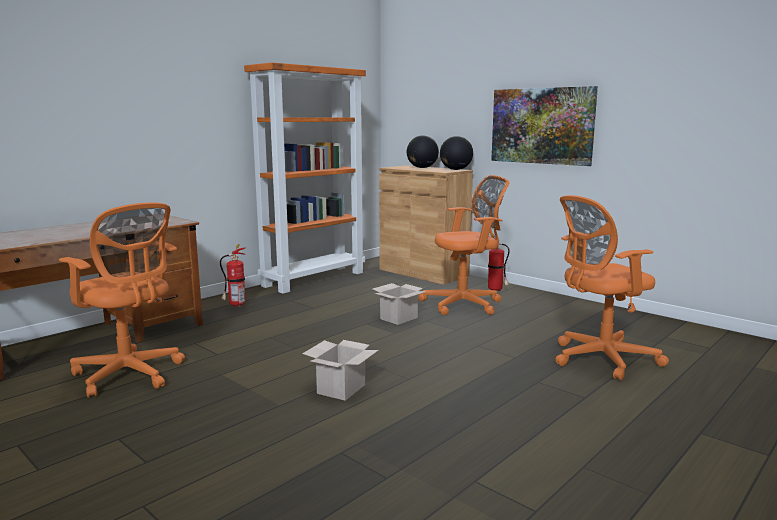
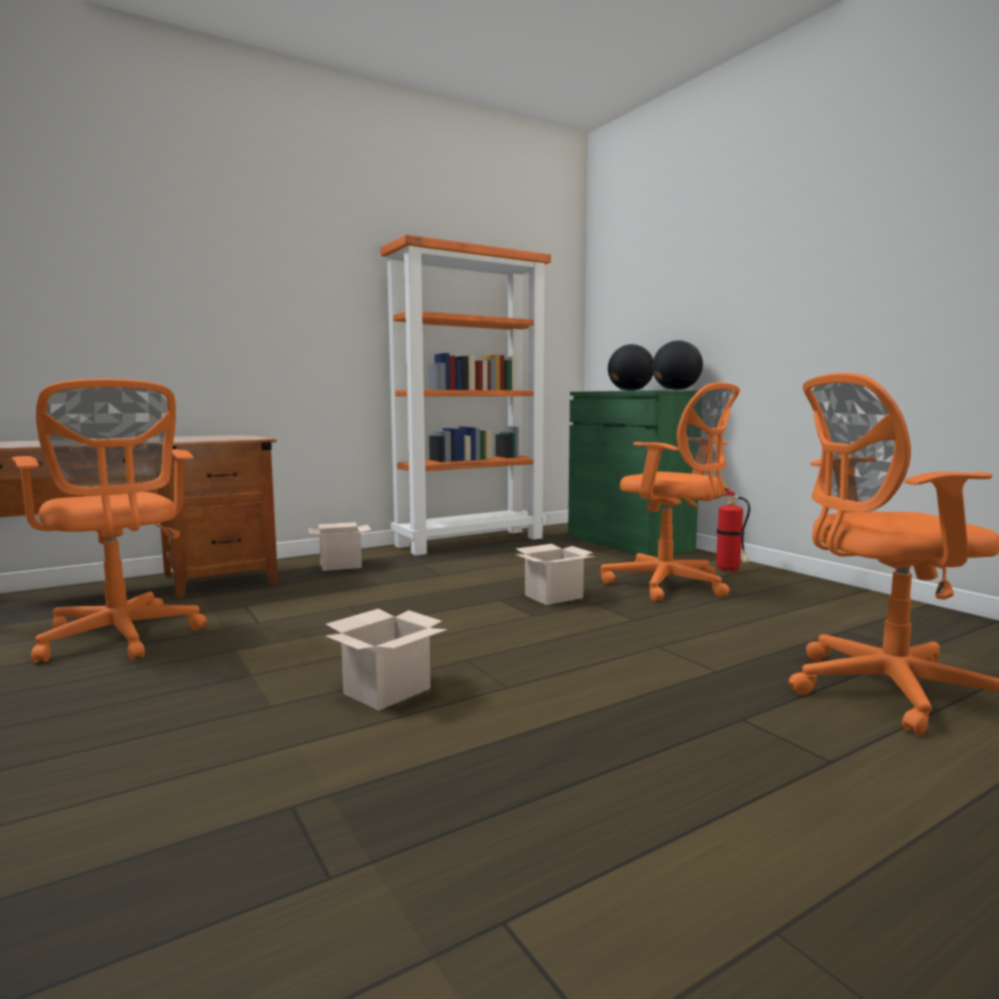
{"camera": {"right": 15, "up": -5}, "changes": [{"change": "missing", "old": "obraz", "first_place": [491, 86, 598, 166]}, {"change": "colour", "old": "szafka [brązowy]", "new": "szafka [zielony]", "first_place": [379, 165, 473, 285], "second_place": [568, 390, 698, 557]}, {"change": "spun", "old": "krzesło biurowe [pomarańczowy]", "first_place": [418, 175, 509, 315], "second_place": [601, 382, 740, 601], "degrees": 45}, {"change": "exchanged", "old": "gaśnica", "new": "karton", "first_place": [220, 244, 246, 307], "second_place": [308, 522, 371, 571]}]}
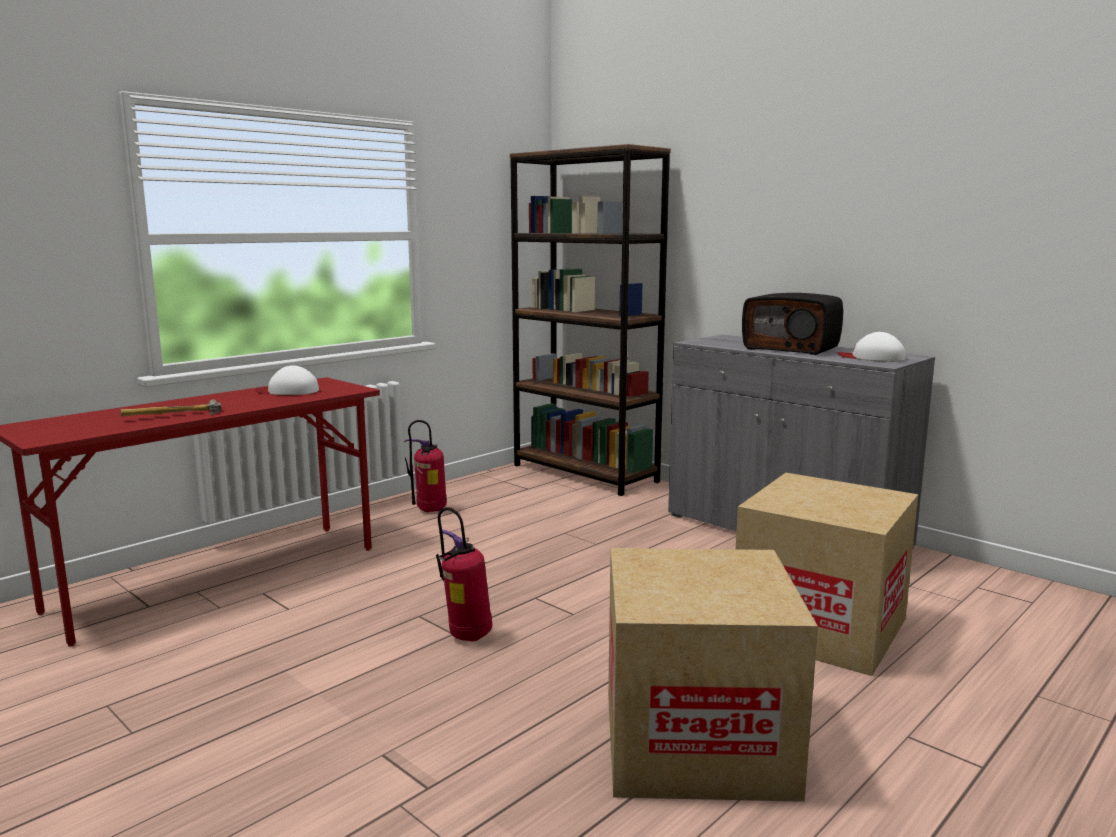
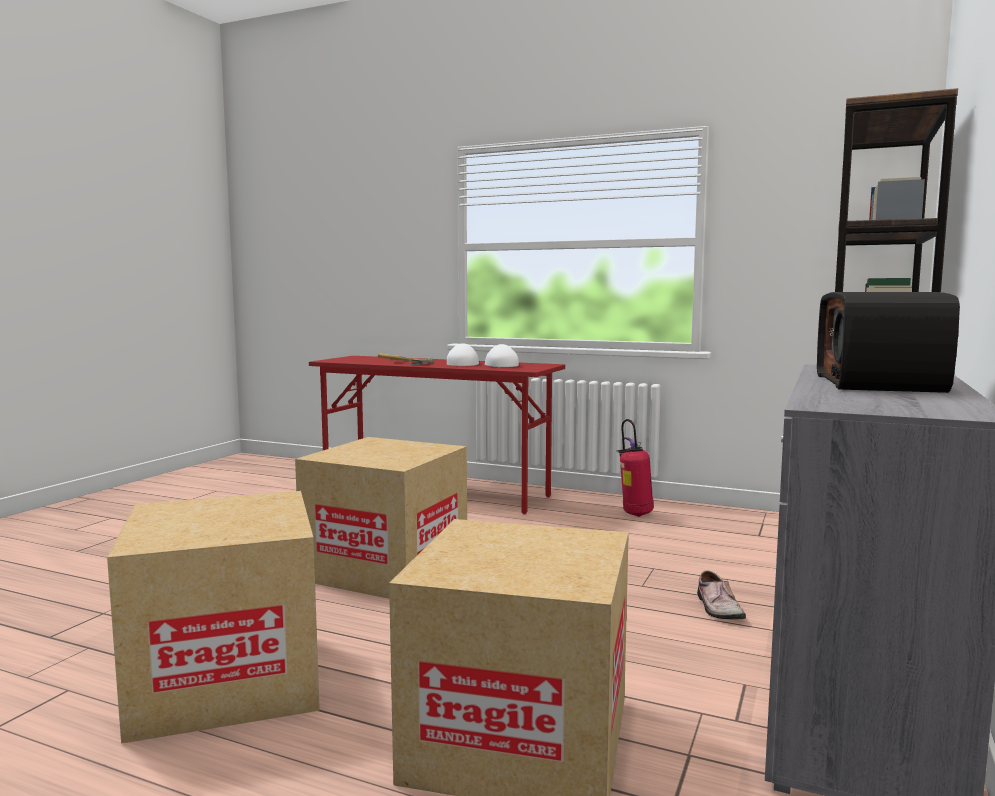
{"camera": {"right": 70, "up": -5}, "changes": [{"change": "relocated", "old": "czapka z daszkiem [biały]", "first_place": [837, 332, 905, 362], "second_place": [447, 343, 479, 366]}, {"change": "exchanged", "old": "gaśnica", "new": "karton", "first_place": [436, 507, 492, 641], "second_place": [295, 437, 467, 599]}, {"change": "appeared", "new": "but", "second_place": [697, 570, 746, 619]}]}
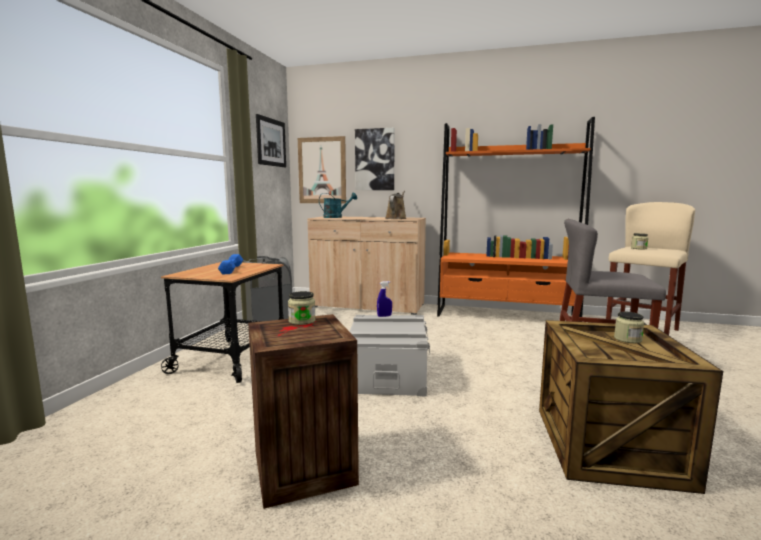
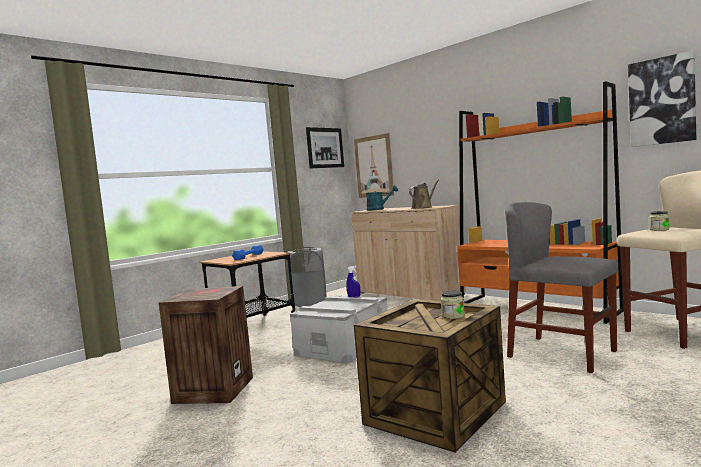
{"camera": {"right": 30, "up": -5}, "changes": [{"change": "relocated", "old": "obraz", "first_place": [355, 128, 395, 190], "second_place": [628, 51, 696, 147]}, {"change": "missing", "old": "słoik", "first_place": [288, 291, 316, 325]}]}
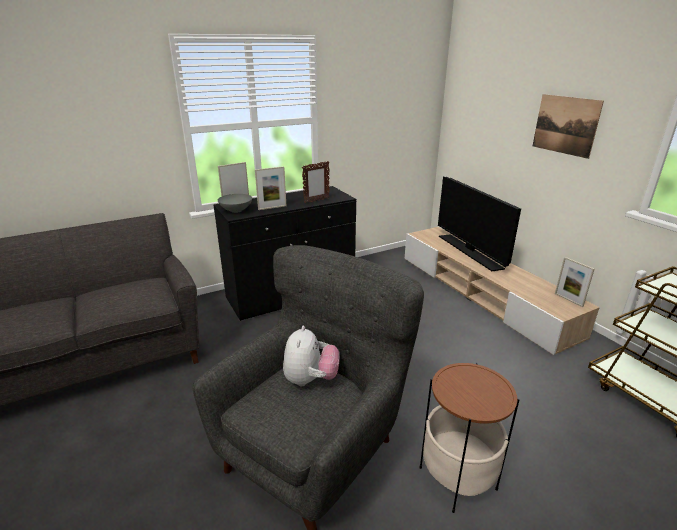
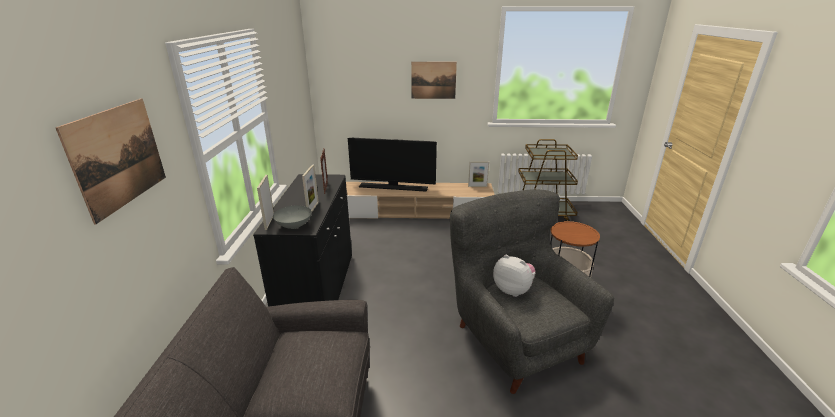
{"camera": {"right": -60, "up": 0}, "changes": [{"change": "appeared", "new": "obraz", "second_place": [56, 98, 166, 224]}]}
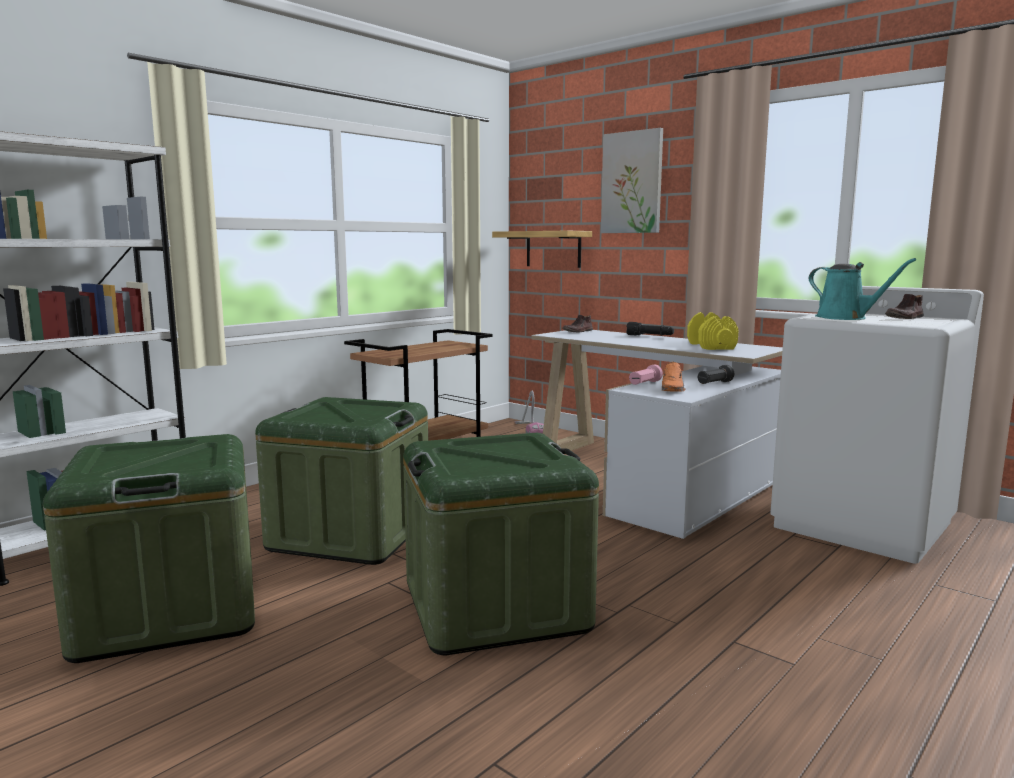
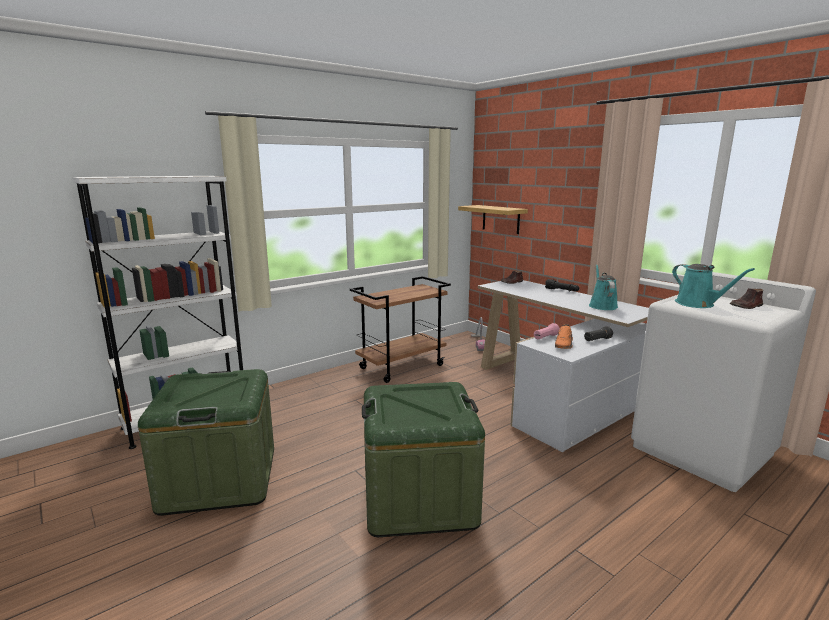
{"camera": {"right": 10, "up": 5}, "changes": [{"change": "missing", "old": "obraz", "first_place": [601, 128, 663, 233]}, {"change": "exchanged", "old": "hantel [żółty]", "new": "konewka [turkusowy]", "first_place": [687, 312, 738, 350], "second_place": [589, 264, 618, 310]}, {"change": "missing", "old": "pojemnik do przechowywania [zielony]", "first_place": [255, 397, 428, 565]}]}
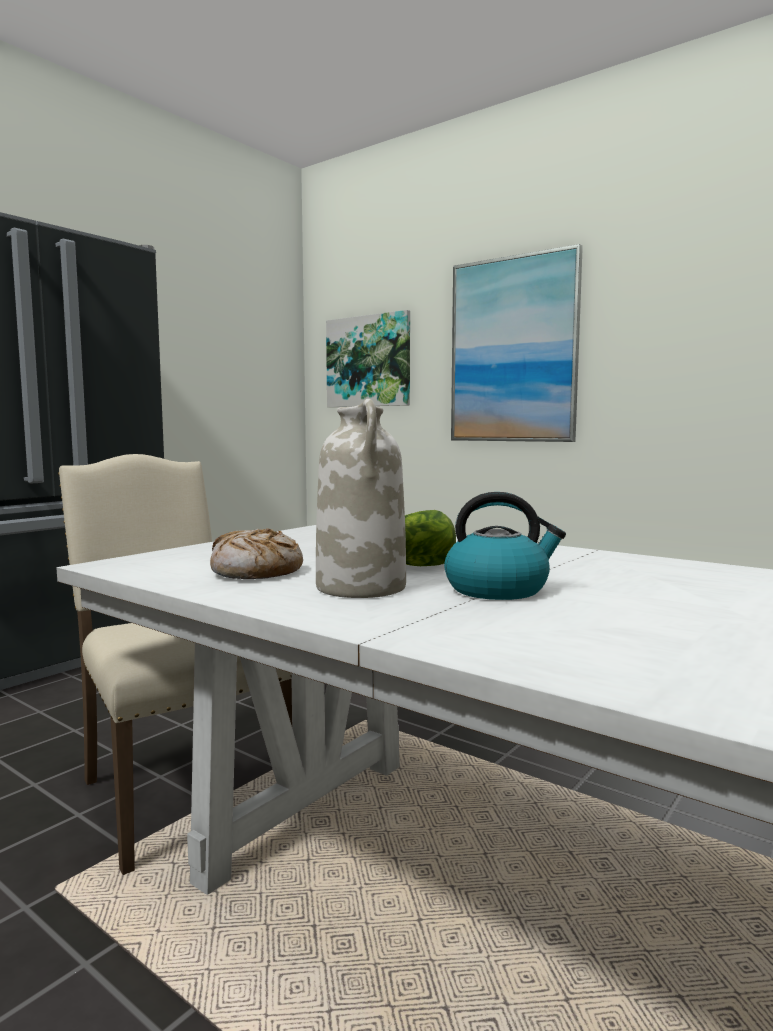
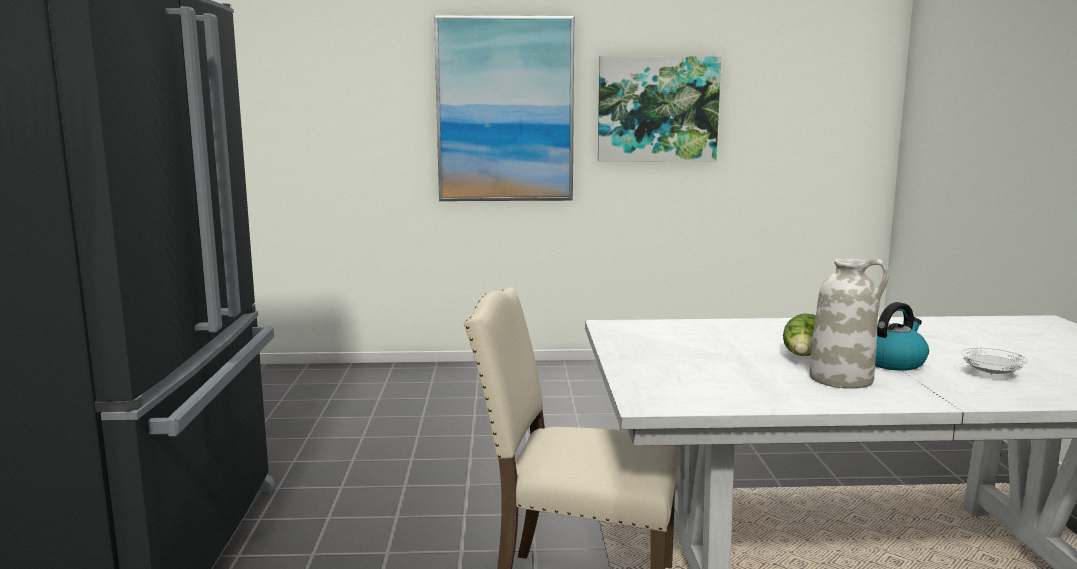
{"camera": {"right": -40, "up": 5}, "changes": [{"change": "relocated", "old": "obraz", "first_place": [326, 310, 410, 407], "second_place": [598, 56, 721, 162]}, {"change": "missing", "old": "chleb", "first_place": [210, 528, 303, 579]}, {"change": "appeared", "new": "talerz [biały]", "second_place": [961, 348, 1028, 375]}]}
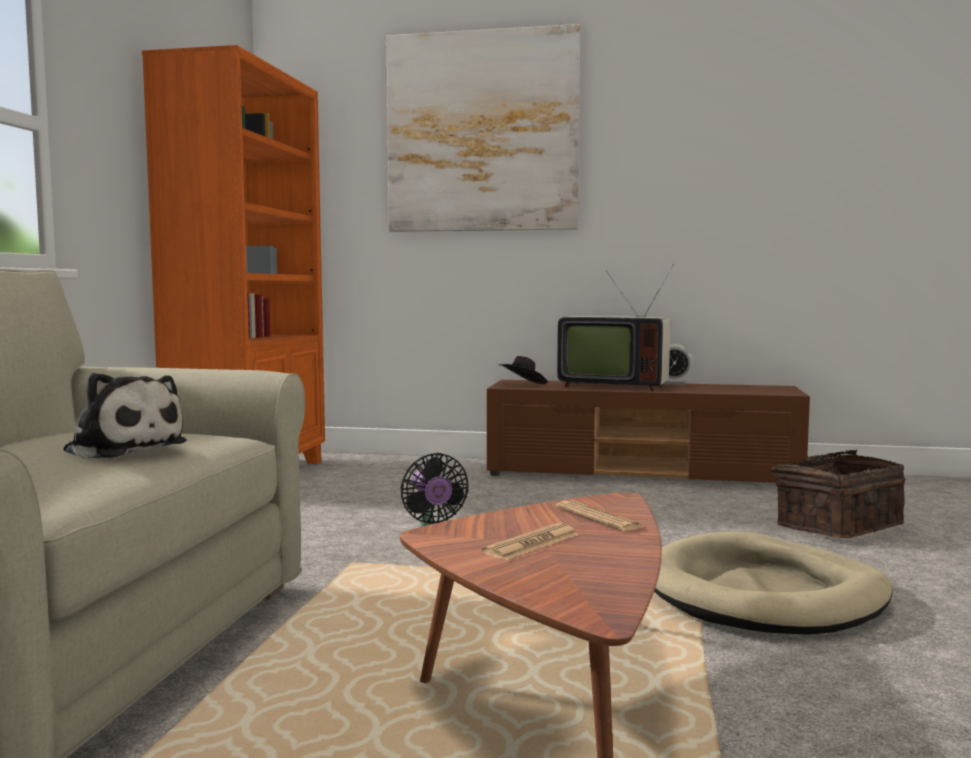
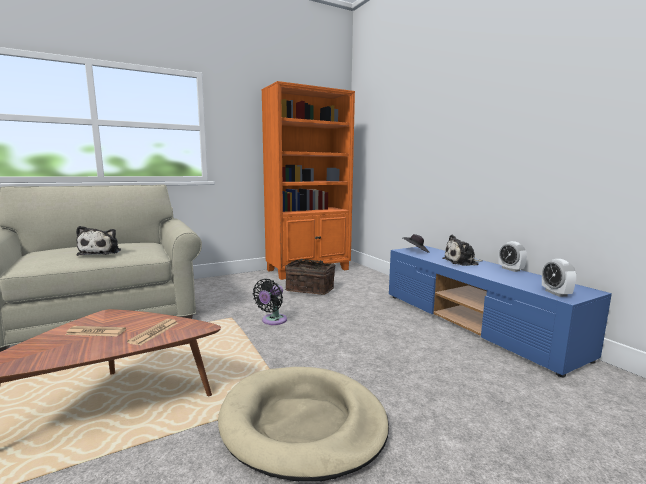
{"camera": {"right": 50, "up": 5}, "changes": [{"change": "missing", "old": "obraz", "first_place": [387, 24, 580, 232]}, {"change": "exchanged", "old": "telewizor", "new": "pluszak", "first_place": [557, 265, 673, 391], "second_place": [442, 235, 483, 266]}, {"change": "colour", "old": "szafka pod telewizor [brązowy]", "new": "szafka pod telewizor [niebieski]", "first_place": [487, 380, 810, 483], "second_place": [389, 246, 612, 377]}, {"change": "relocated", "old": "koszyk", "first_place": [760, 450, 905, 539], "second_place": [285, 258, 335, 295]}, {"change": "appeared", "new": "budzik", "second_place": [542, 259, 576, 297]}]}
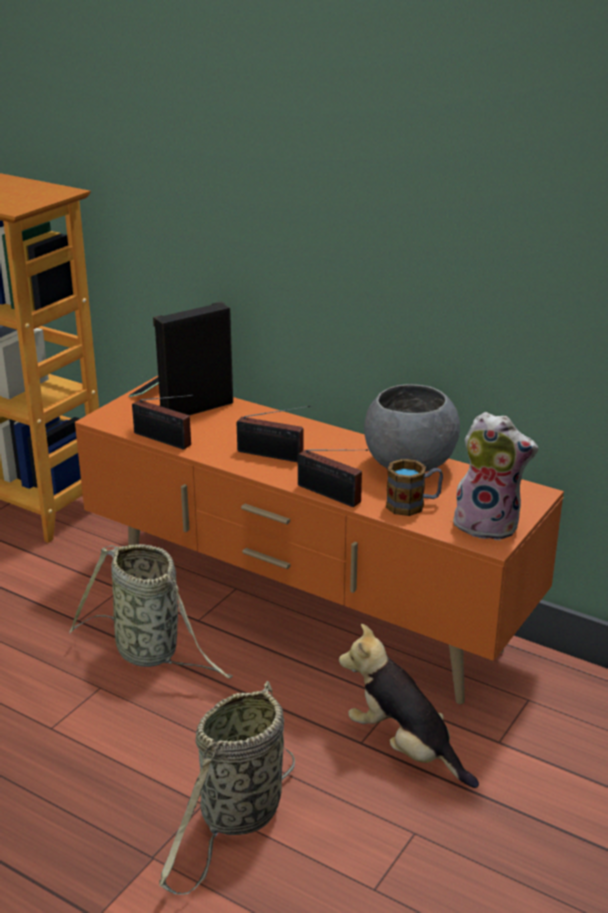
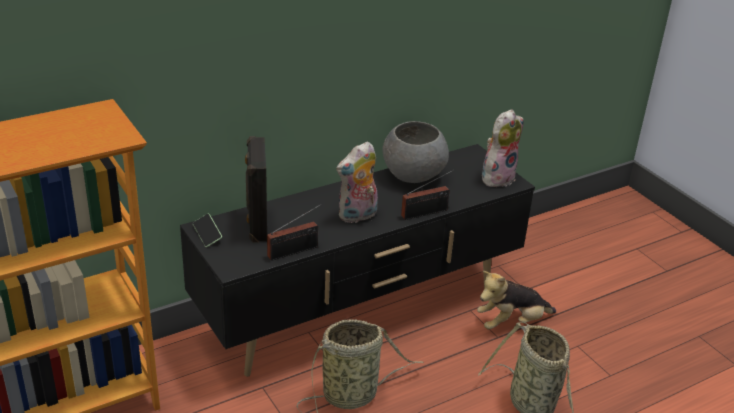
{"camera": {"right": -65, "up": 5}, "changes": [{"change": "colour", "old": "szafka pod telewizor [pomarańczowy]", "new": "szafka pod telewizor [czarny]", "first_place": [75, 376, 564, 704], "second_place": [180, 144, 535, 377]}, {"change": "exchanged", "old": "radio", "new": "pluszak", "first_place": [237, 406, 310, 462], "second_place": [336, 142, 378, 224]}, {"change": "missing", "old": "kubek", "first_place": [386, 459, 443, 516]}]}
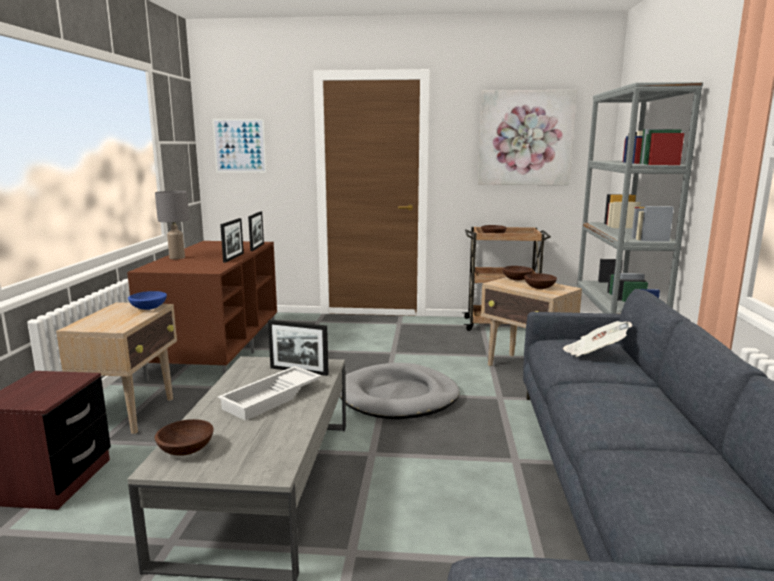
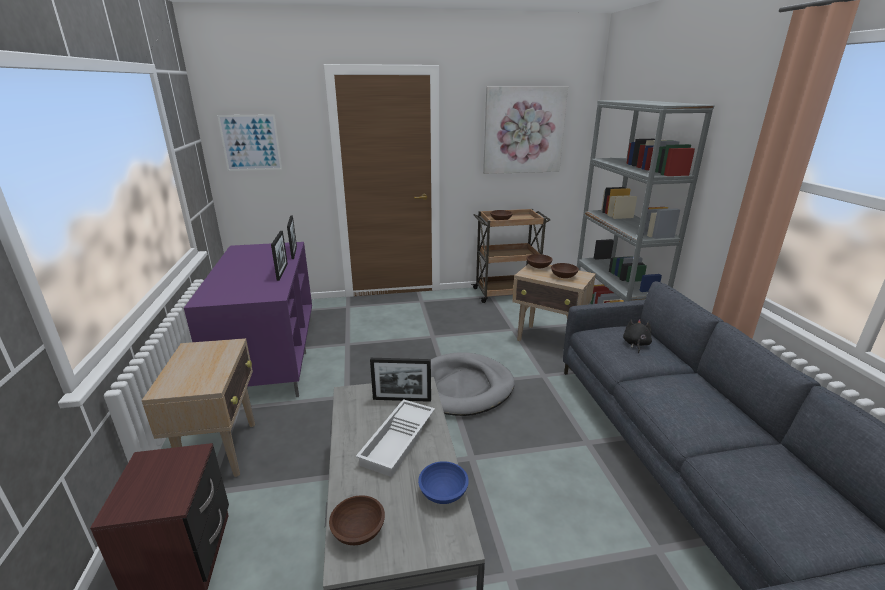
{"camera": {"right": -15, "up": 10}, "changes": [{"change": "missing", "old": "lampa stołowa [szary]", "first_place": [155, 191, 189, 259]}, {"change": "colour", "old": "szafka pod telewizor [brązowy]", "new": "szafka pod telewizor [fioletowy]", "first_place": [127, 241, 277, 382], "second_place": [184, 242, 312, 397]}, {"change": "relocated", "old": "miska [niebieski]", "first_place": [128, 291, 167, 310], "second_place": [418, 461, 469, 504]}, {"change": "exchanged", "old": "gazeta", "new": "pluszak [czarny]", "first_place": [563, 321, 632, 357], "second_place": [623, 319, 652, 353]}]}
